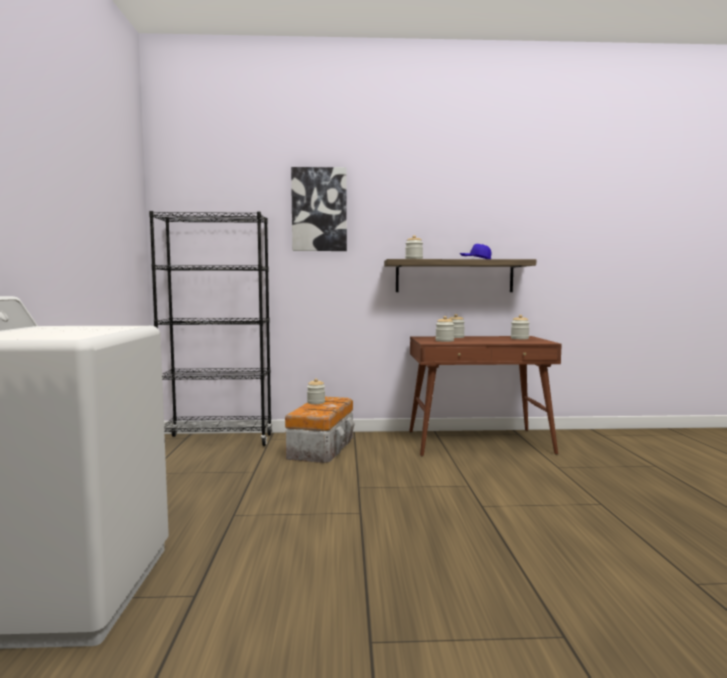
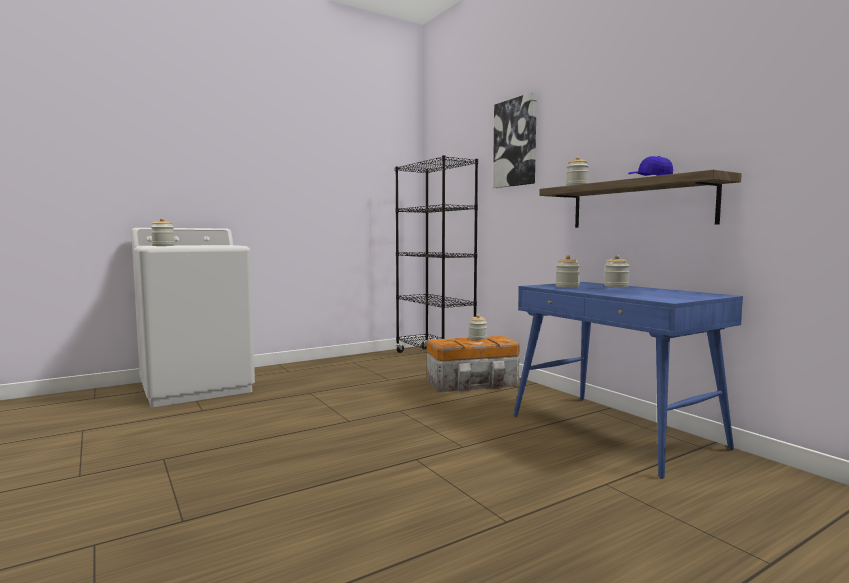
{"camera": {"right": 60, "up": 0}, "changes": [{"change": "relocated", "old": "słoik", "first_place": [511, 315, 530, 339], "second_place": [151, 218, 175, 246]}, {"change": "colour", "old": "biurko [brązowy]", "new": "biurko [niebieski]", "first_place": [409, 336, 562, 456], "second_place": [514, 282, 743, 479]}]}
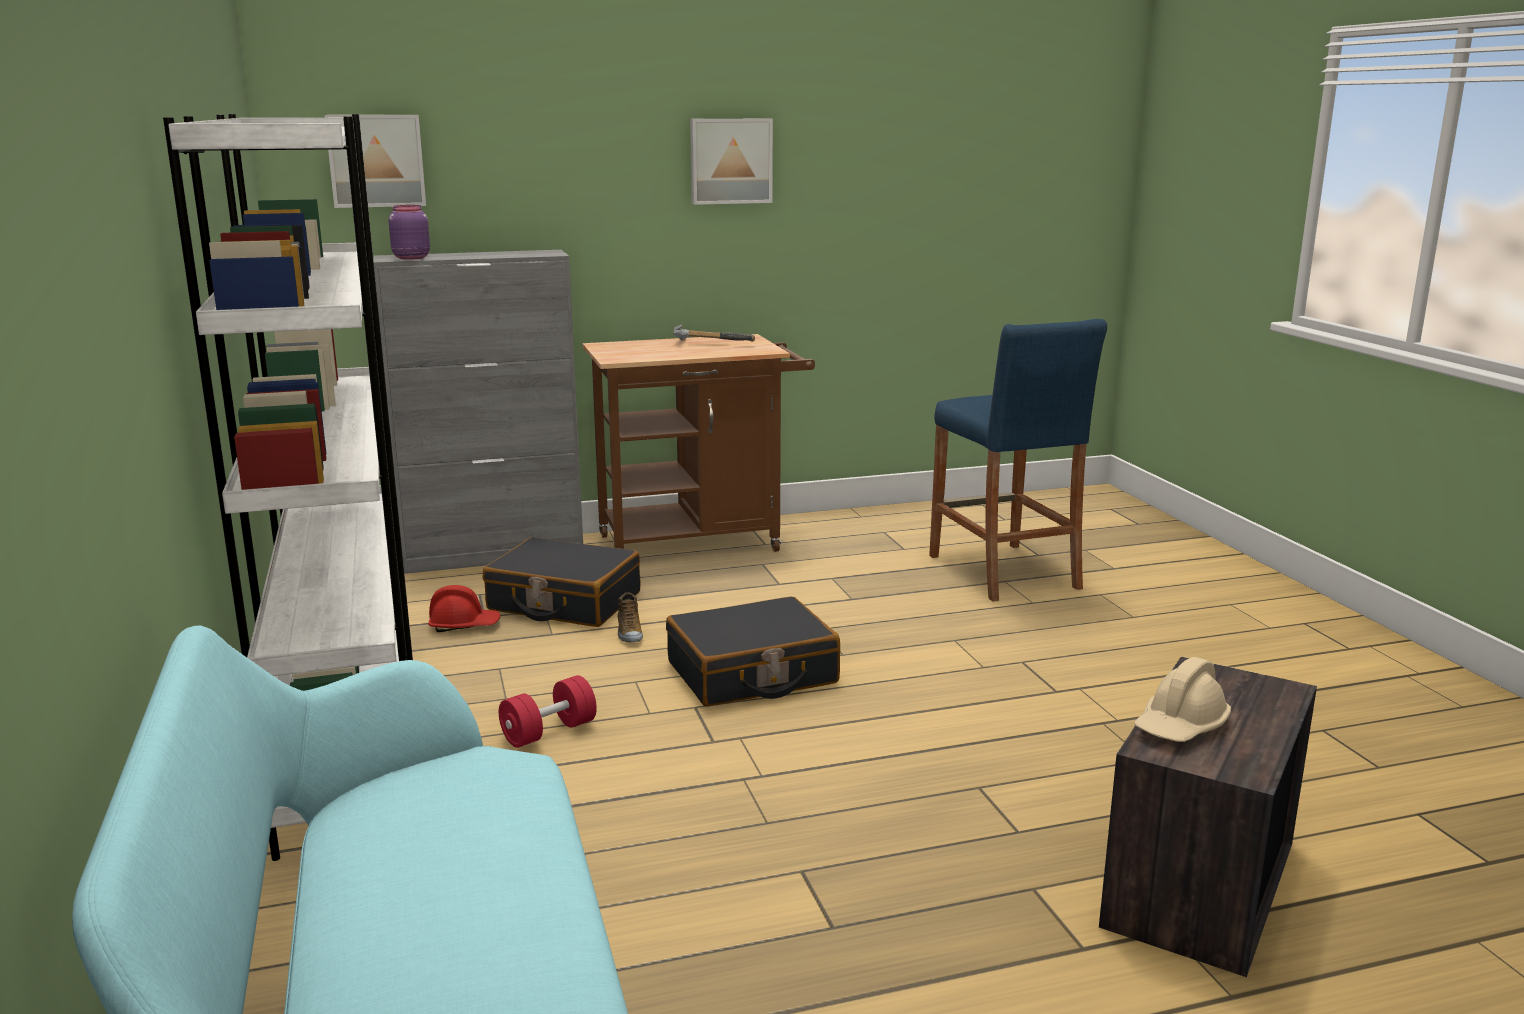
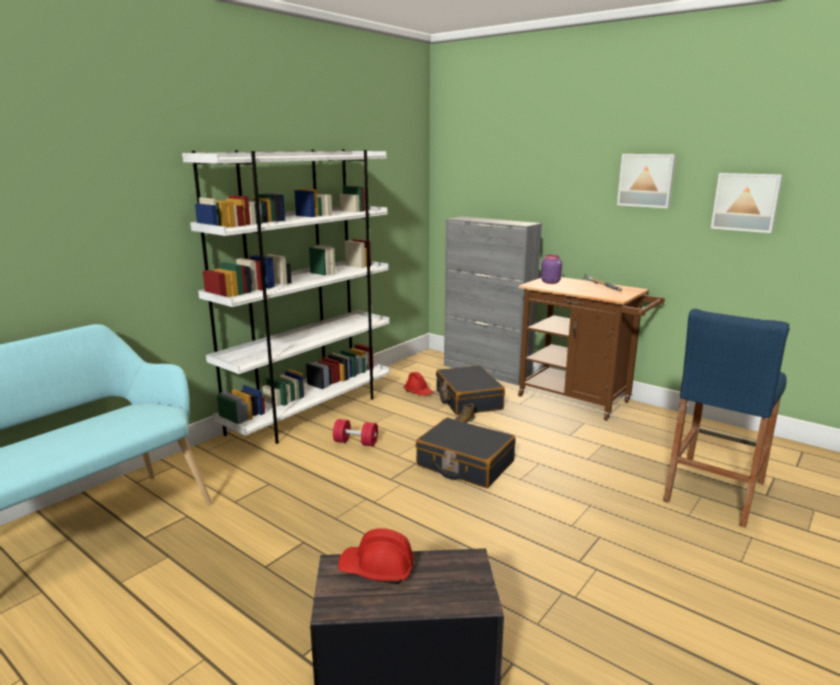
{"camera": {"right": 55, "up": 0}, "changes": [{"change": "relocated", "old": "obraz", "first_place": [325, 115, 426, 208], "second_place": [711, 173, 783, 233]}, {"change": "relocated", "old": "słoik [fioletowy]", "first_place": [389, 205, 430, 260], "second_place": [541, 255, 562, 284]}, {"change": "colour", "old": "kask [beżowy]", "new": "kask [czerwony]", "first_place": [1134, 657, 1231, 742], "second_place": [338, 528, 414, 584]}]}
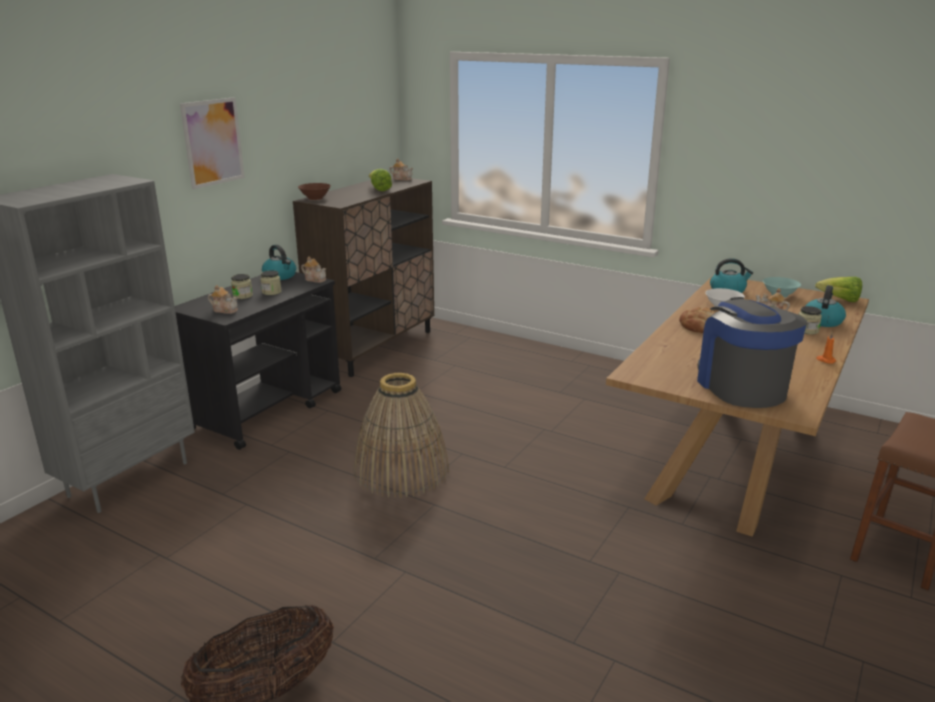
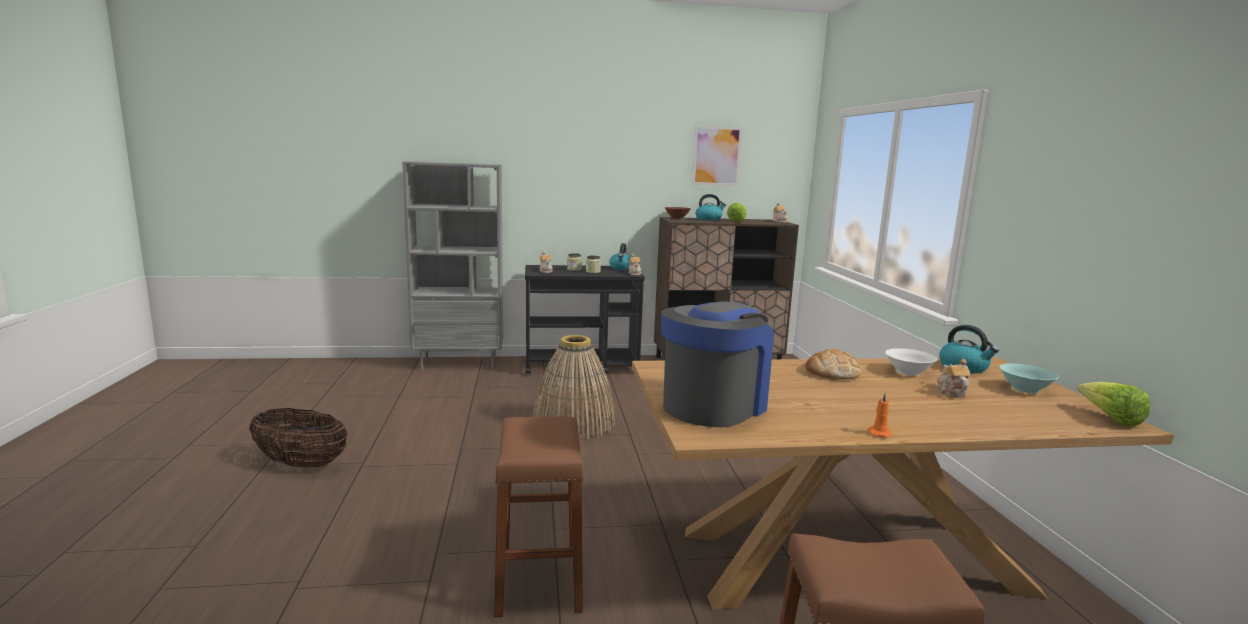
{"camera": {"right": 50, "up": -10}, "changes": [{"change": "relocated", "old": "obraz", "first_place": [180, 97, 245, 189], "second_place": [692, 126, 742, 186]}, {"change": "relocated", "old": "czajnik", "first_place": [806, 285, 846, 327], "second_place": [696, 194, 726, 221]}, {"change": "missing", "old": "słoik", "first_place": [798, 306, 822, 335]}, {"change": "appeared", "new": "stołek [brązowy]", "second_place": [494, 416, 584, 617]}]}
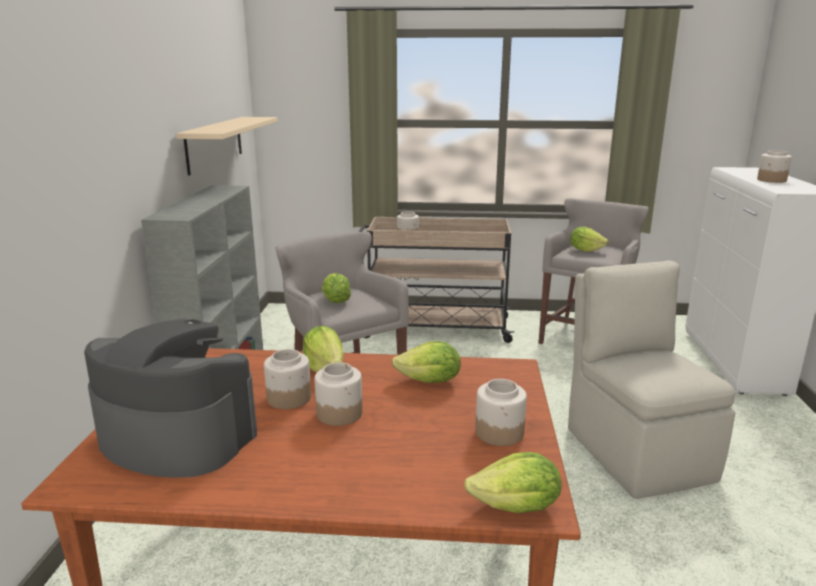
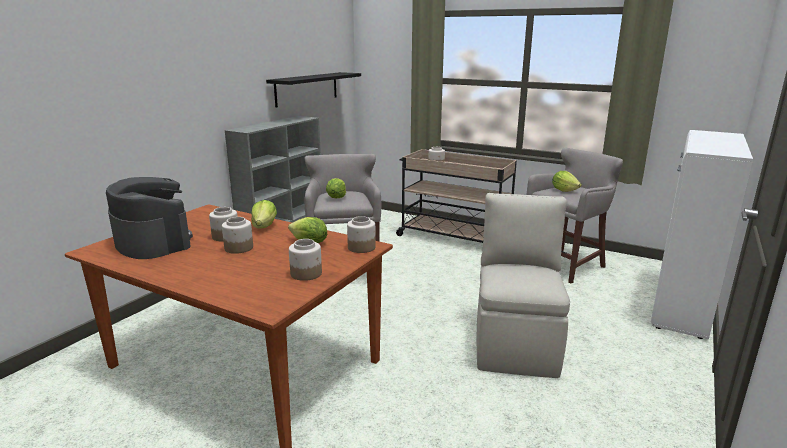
{"camera": {"right": 25, "up": 0}, "changes": [{"change": "colour", "old": "półka [beżowy]", "new": "półka [czarny]", "first_place": [176, 117, 278, 176], "second_place": [266, 72, 361, 107]}, {"change": "relocated", "old": "słoik", "first_place": [757, 150, 792, 183], "second_place": [347, 216, 376, 253]}, {"change": "missing", "old": "sałata", "first_place": [464, 452, 562, 513]}]}
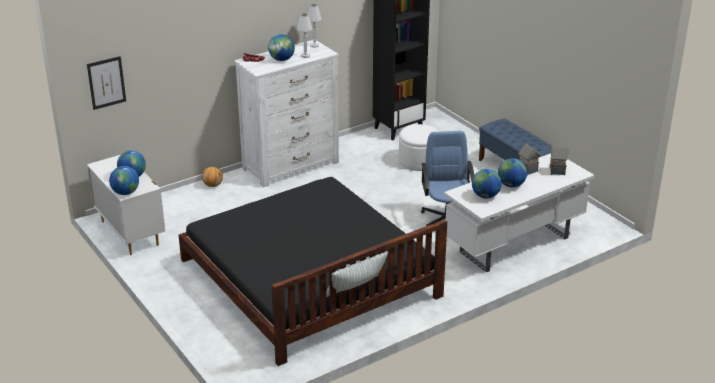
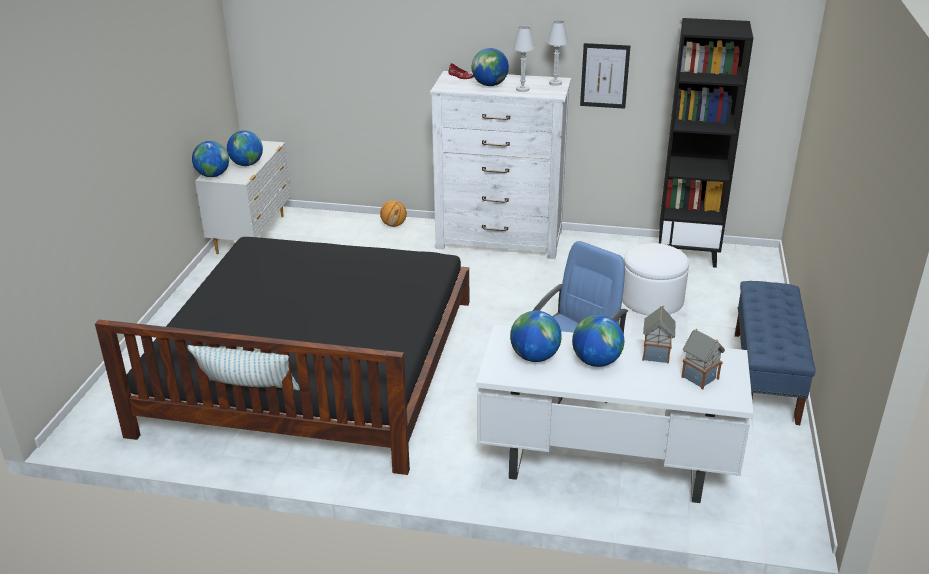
{"camera": {"right": 45, "up": 0}, "changes": [{"change": "relocated", "old": "obraz", "first_place": [87, 56, 126, 110], "second_place": [580, 43, 630, 109]}]}
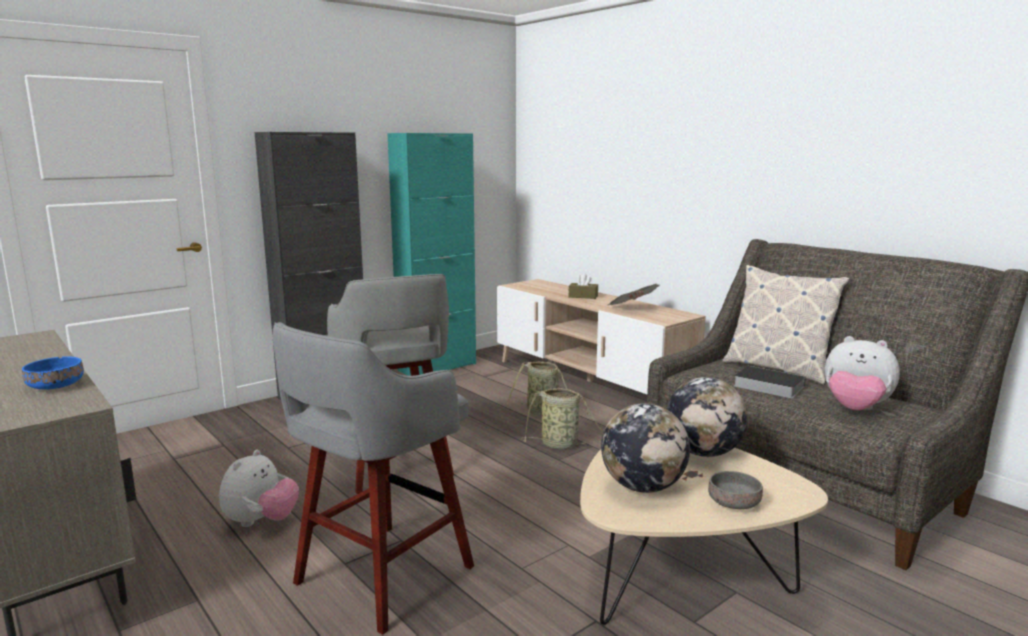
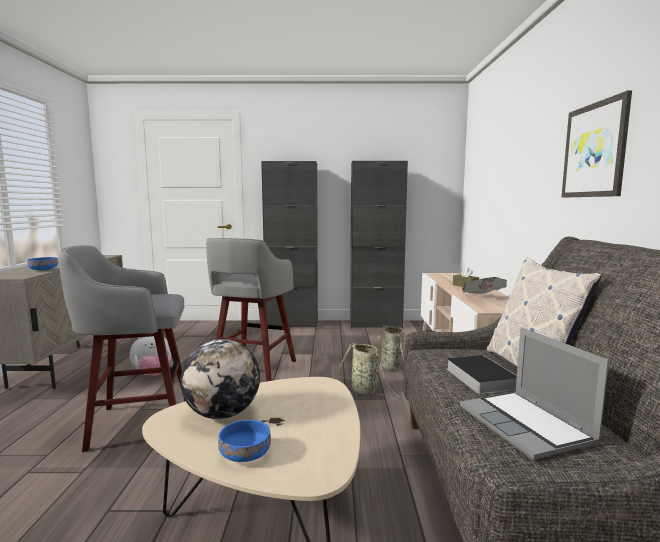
{"camera": {"right": 40, "up": -5}, "changes": [{"change": "colour", "old": "szafka [turkusowy]", "new": "szafka [czarny]", "first_place": [387, 133, 476, 376], "second_place": [350, 161, 408, 328]}, {"change": "exchanged", "old": "pluszak", "new": "laptop", "first_place": [825, 336, 900, 410], "second_place": [460, 327, 609, 460]}, {"change": "missing", "old": "globus", "first_place": [667, 377, 748, 457]}, {"change": "colour", "old": "miska [szary]", "new": "miska [niebieski]", "first_place": [708, 471, 763, 509], "second_place": [218, 420, 271, 462]}, {"change": "appeared", "new": "obraz", "second_place": [562, 90, 632, 198]}]}
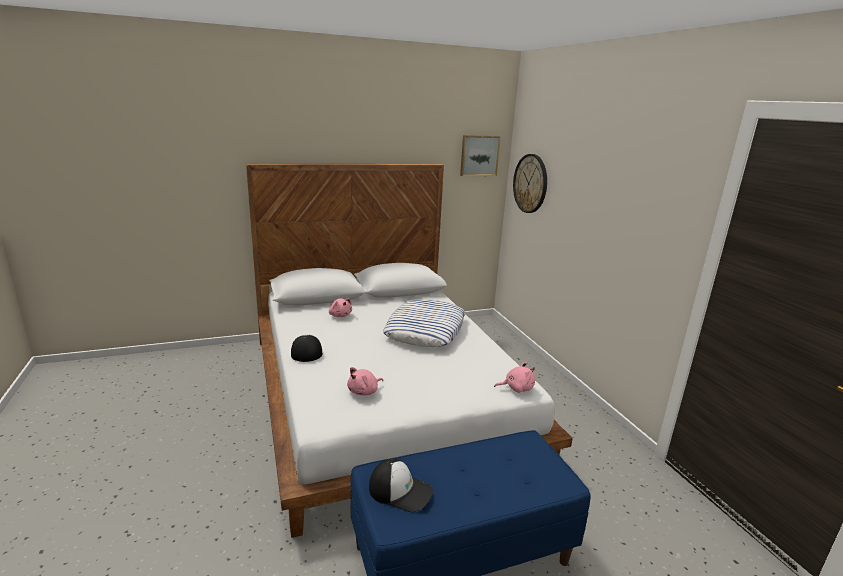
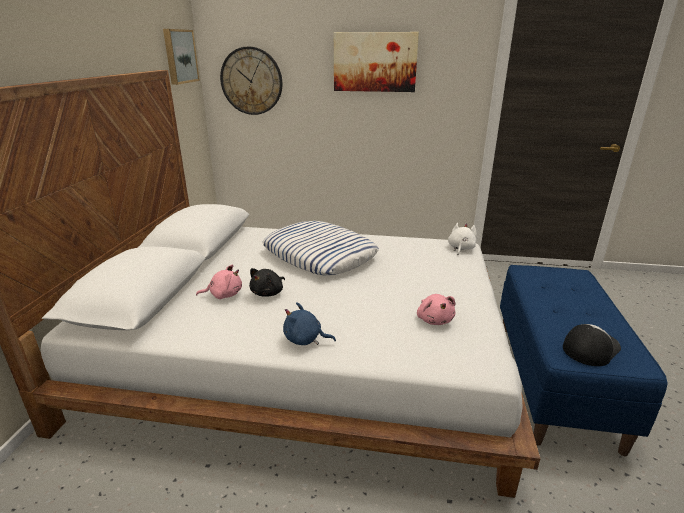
{"camera": {"right": -60, "up": 5}, "changes": [{"change": "exchanged", "old": "czapka z daszkiem", "new": "pluszak [niebieski]", "first_place": [291, 334, 322, 362], "second_place": [283, 302, 336, 345]}, {"change": "colour", "old": "pluszak [różowy]", "new": "pluszak [biały]", "first_place": [494, 362, 535, 393], "second_place": [448, 223, 477, 255]}, {"change": "appeared", "new": "obraz", "second_place": [334, 32, 419, 92]}, {"change": "appeared", "new": "pluszak [czarny]", "second_place": [249, 268, 285, 296]}]}
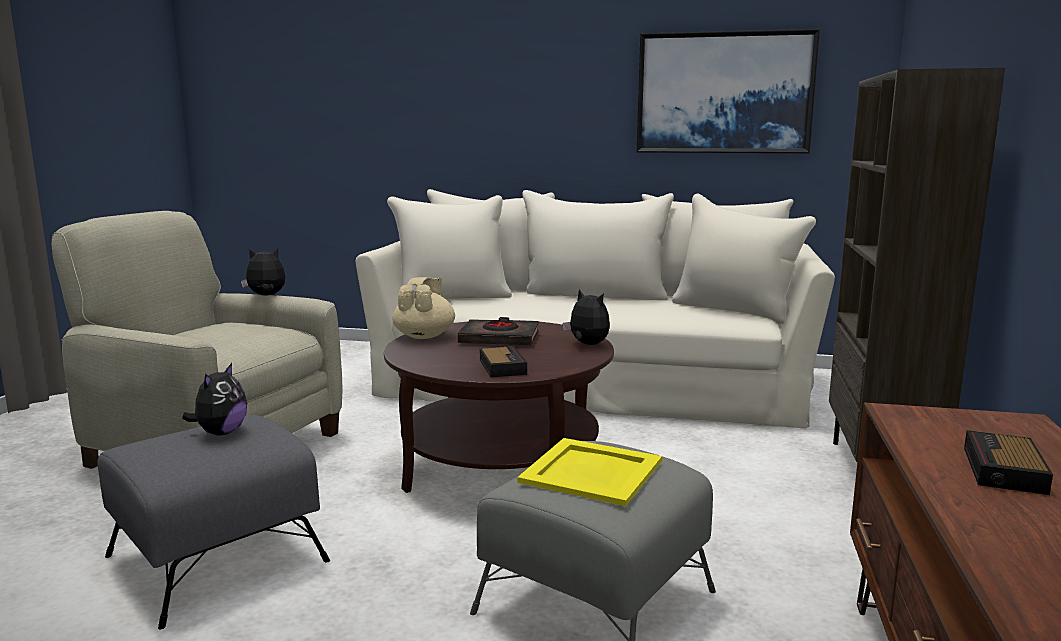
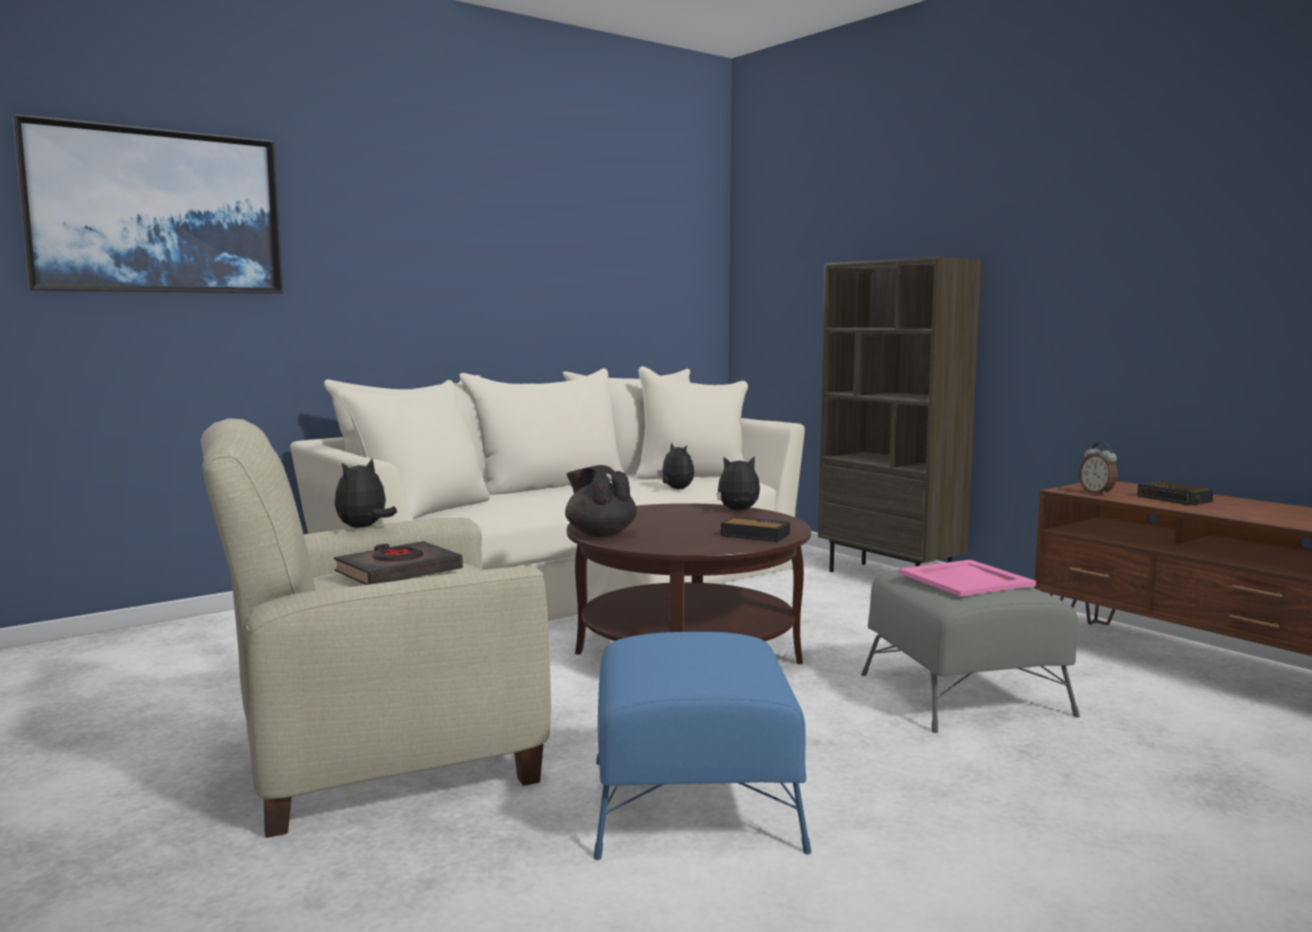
{"camera": {"right": -50, "up": -5}, "changes": [{"change": "relocated", "old": "obraz", "first_place": [636, 29, 820, 153], "second_place": [12, 114, 283, 294]}, {"change": "colour", "old": "imbryk [beżowy]", "new": "imbryk [czarny]", "first_place": [393, 277, 455, 339], "second_place": [565, 465, 637, 537]}, {"change": "relocated", "old": "książka [czarny]", "first_place": [458, 317, 539, 345], "second_place": [334, 541, 463, 585]}, {"change": "relocated", "old": "pluszak", "first_place": [182, 363, 247, 435], "second_place": [658, 443, 694, 489]}, {"change": "colour", "old": "pufa [szary]", "new": "pufa [niebieski]", "first_place": [98, 415, 330, 629], "second_place": [594, 632, 811, 860]}, {"change": "colour", "old": "taca [żółty]", "new": "taca [różowy]", "first_place": [517, 438, 662, 506], "second_place": [899, 560, 1036, 597]}, {"change": "appeared", "new": "budzik", "second_place": [1079, 442, 1118, 496]}]}
